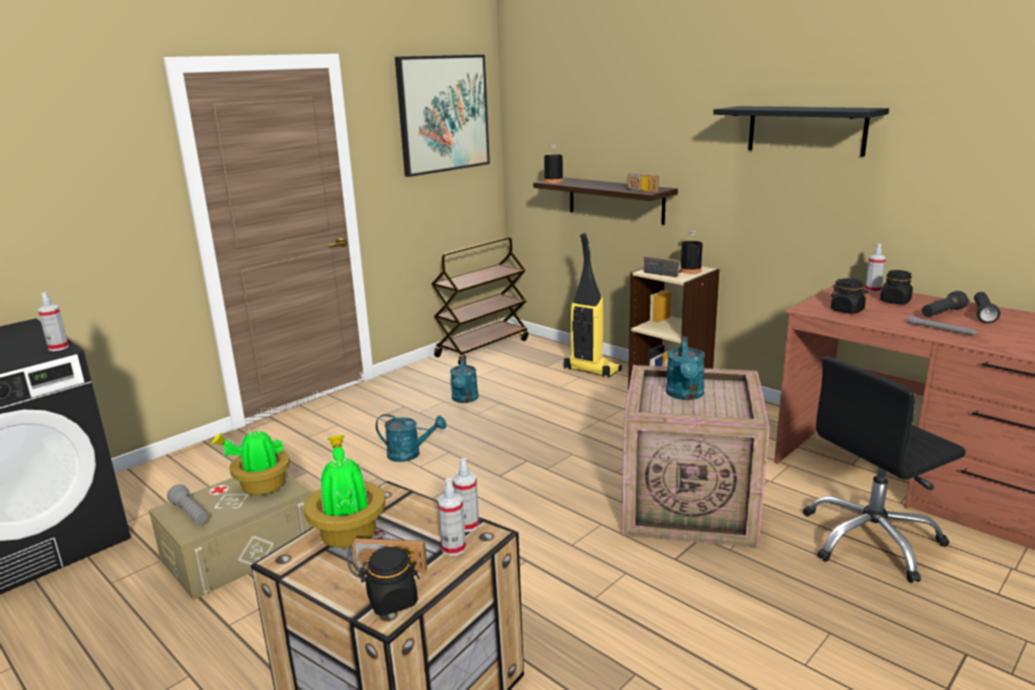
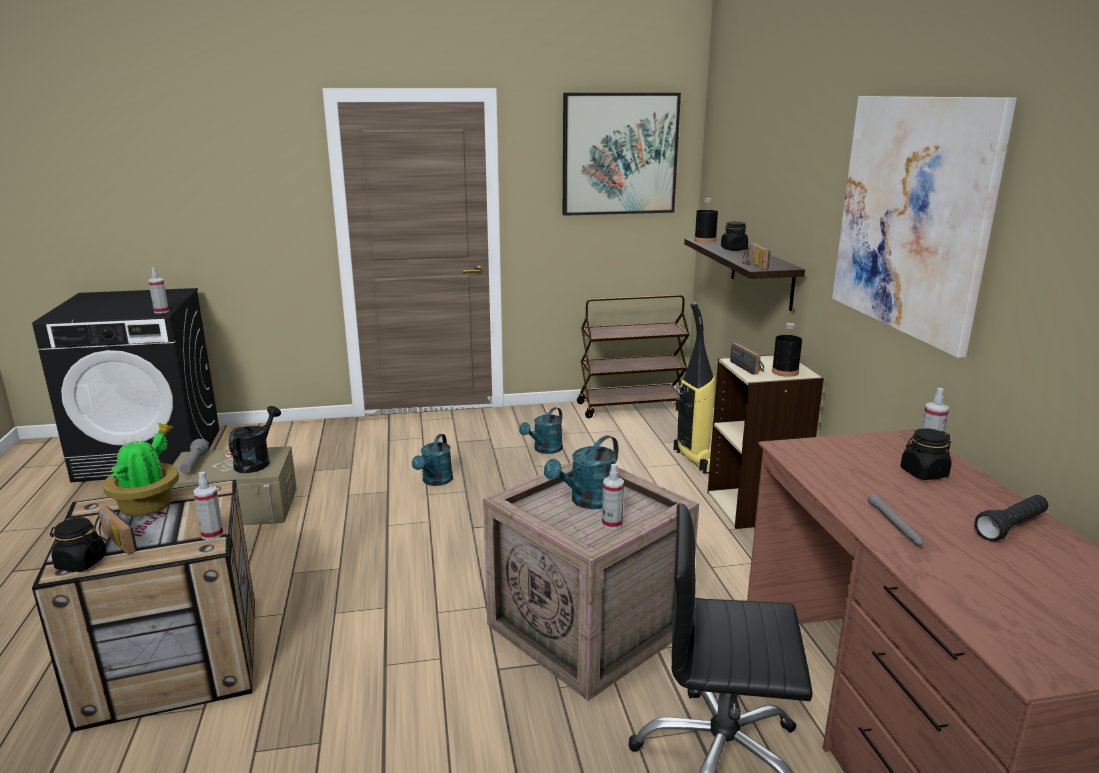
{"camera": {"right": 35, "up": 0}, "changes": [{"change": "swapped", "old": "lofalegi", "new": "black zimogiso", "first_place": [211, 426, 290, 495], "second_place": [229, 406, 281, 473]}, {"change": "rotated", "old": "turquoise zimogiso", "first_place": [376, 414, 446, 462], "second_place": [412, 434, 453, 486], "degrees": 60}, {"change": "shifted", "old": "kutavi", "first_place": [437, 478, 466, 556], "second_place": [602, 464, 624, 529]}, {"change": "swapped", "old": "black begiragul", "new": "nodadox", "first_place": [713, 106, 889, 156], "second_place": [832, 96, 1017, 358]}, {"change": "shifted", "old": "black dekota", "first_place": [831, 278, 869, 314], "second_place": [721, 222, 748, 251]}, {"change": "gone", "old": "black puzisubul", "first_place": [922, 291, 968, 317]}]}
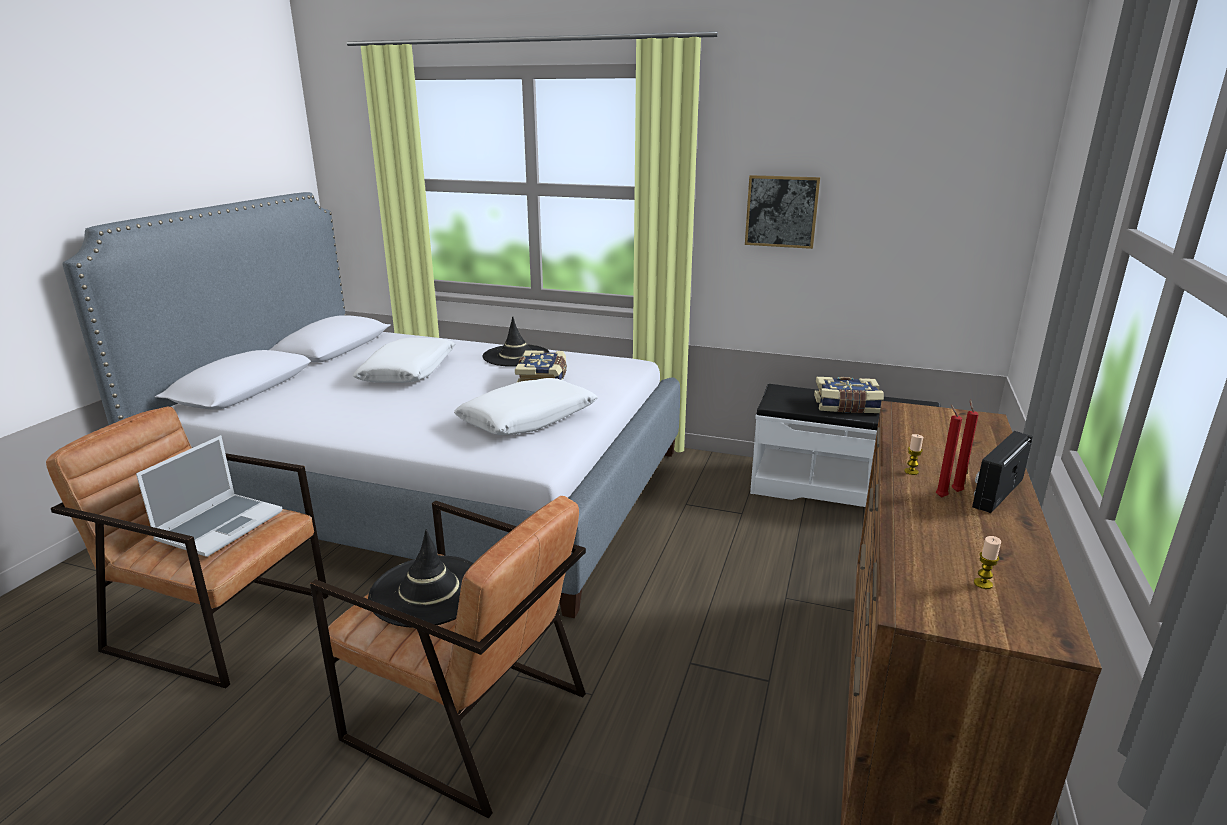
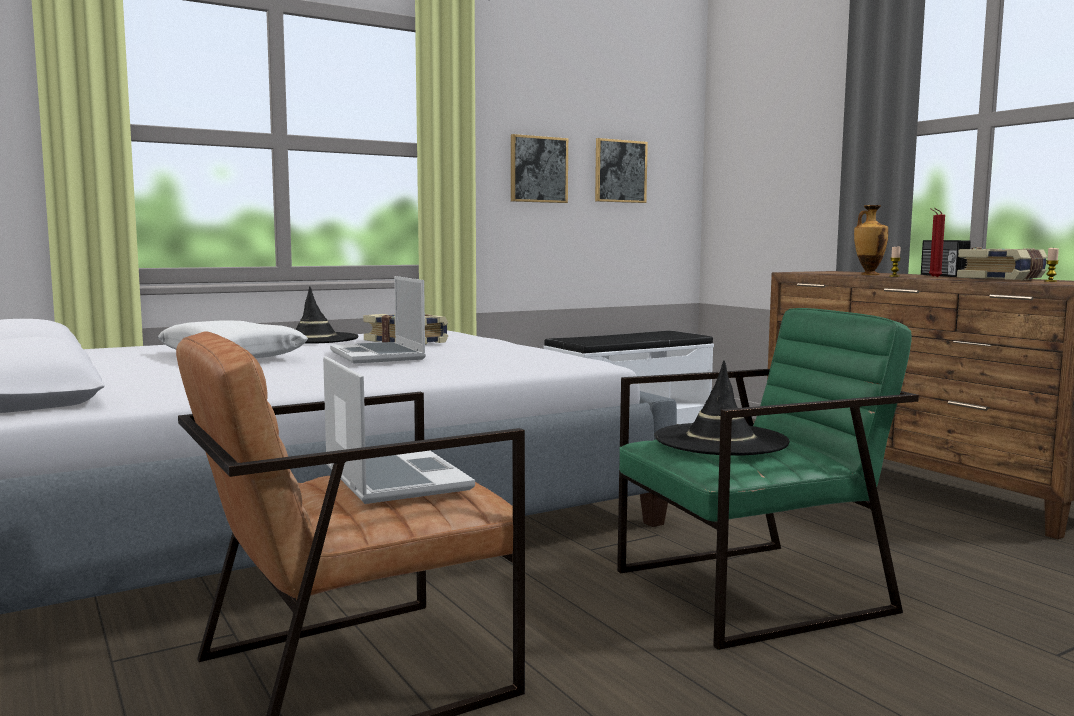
{"camera": {"right": -50, "up": -15}, "changes": [{"change": "repainted", "old": "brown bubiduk", "new": "green bubiduk", "first_place": [310, 496, 586, 818], "second_place": [617, 308, 919, 650]}, {"change": "gone", "old": "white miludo", "first_place": [454, 378, 598, 435]}, {"change": "shifted", "old": "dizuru", "first_place": [814, 377, 884, 413], "second_place": [957, 247, 1047, 280]}, {"change": "new", "new": "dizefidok", "second_place": [330, 276, 426, 364]}, {"change": "new", "new": "nodadox", "second_place": [595, 138, 648, 203]}, {"change": "new", "new": "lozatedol", "second_place": [854, 205, 888, 275]}]}
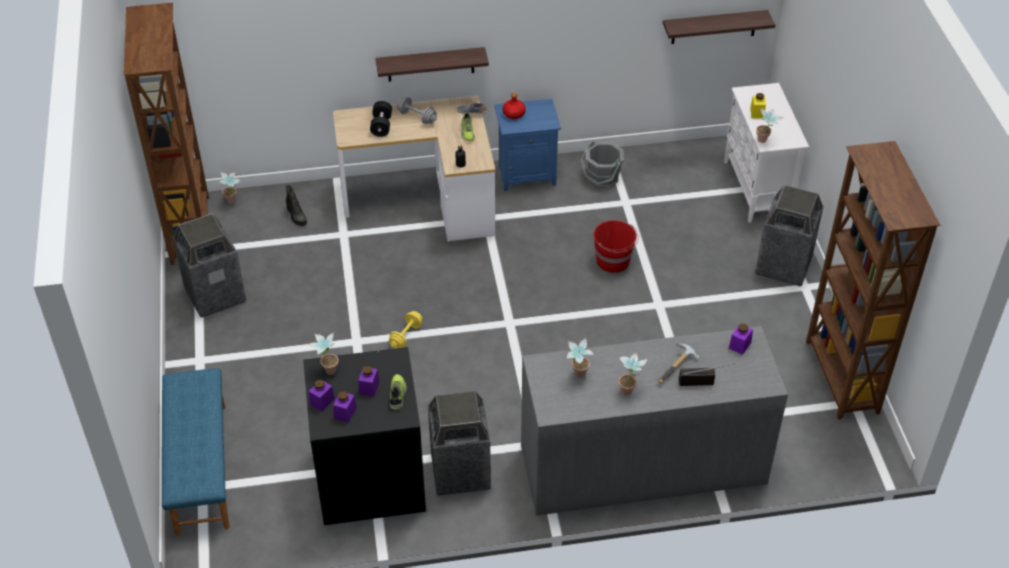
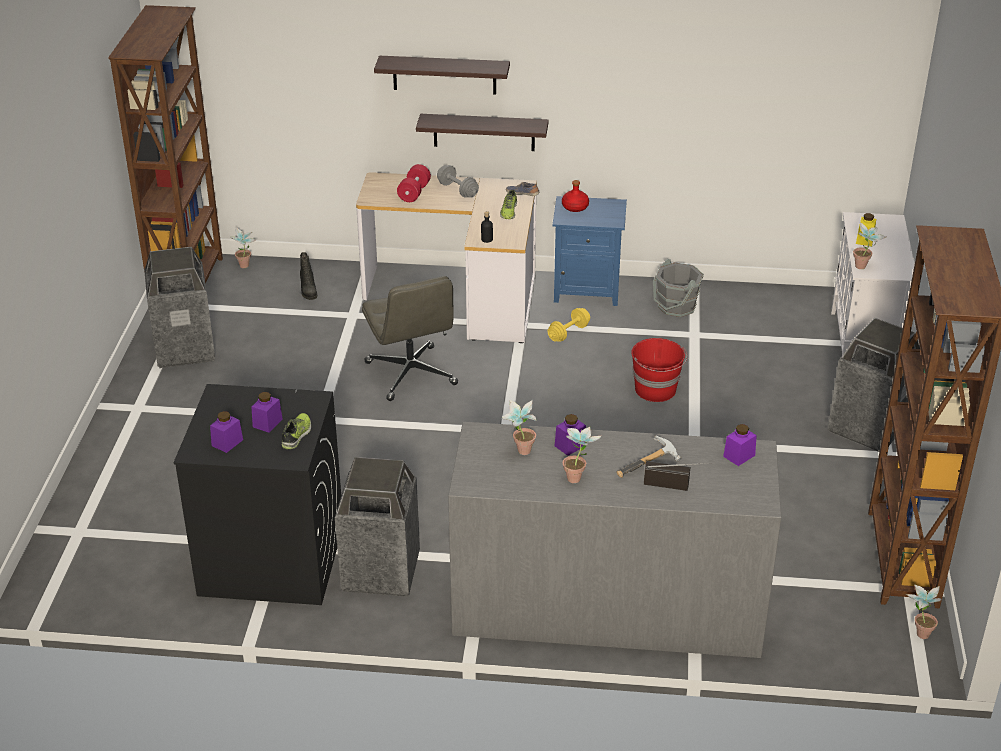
{"camera": {"right": 15, "up": -10}, "changes": [{"change": "gone", "old": "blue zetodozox", "first_place": [162, 368, 230, 536]}, {"change": "shifted", "old": "lofalegi", "first_place": [308, 332, 339, 375], "second_place": [906, 584, 942, 639]}, {"change": "shifted", "old": "purple dekota", "first_place": [309, 379, 335, 412], "second_place": [555, 414, 586, 456]}, {"change": "repainted", "old": "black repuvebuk", "new": "red repuvebuk", "first_place": [370, 101, 392, 137], "second_place": [397, 164, 431, 202]}, {"change": "shifted", "old": "yellow repuvebuk", "first_place": [389, 311, 423, 348], "second_place": [547, 308, 590, 342]}, {"change": "shifted", "old": "begiragul", "first_place": [663, 10, 775, 44], "second_place": [374, 56, 510, 95]}, {"change": "new", "new": "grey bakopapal", "second_place": [362, 276, 458, 401]}]}
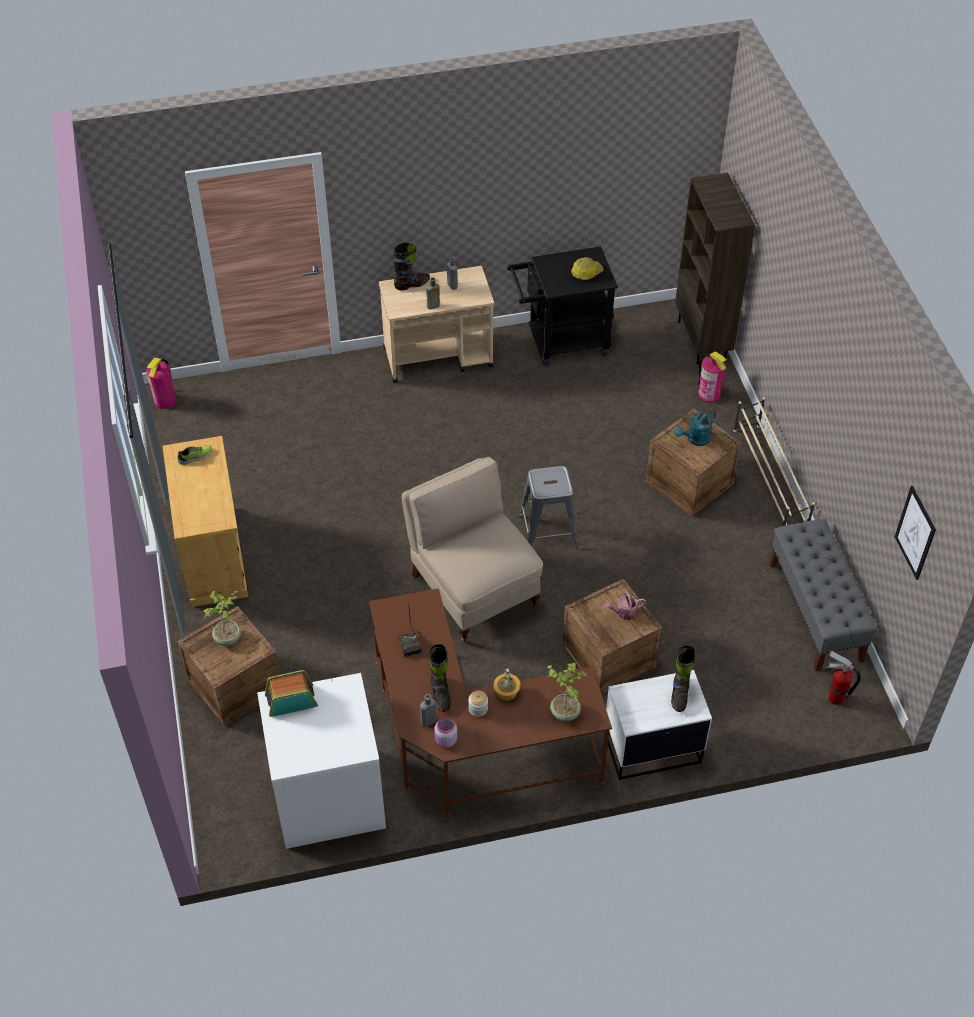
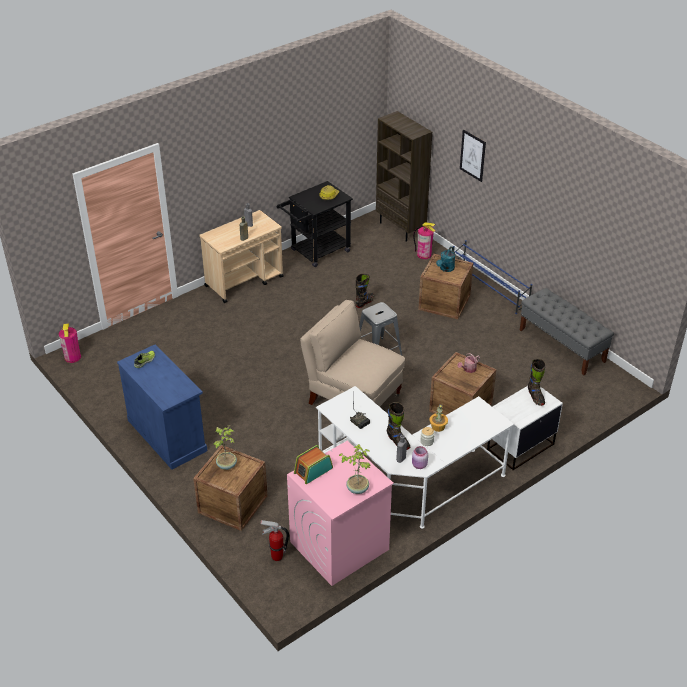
{"camera": {"right": -25, "up": -10}, "changes": [{"change": "repainted", "old": "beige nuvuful", "new": "blue nuvuful", "first_place": [163, 436, 248, 607], "second_place": [117, 344, 207, 470]}, {"change": "repainted", "old": "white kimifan", "new": "pink kimifan", "first_place": [257, 673, 386, 849], "second_place": [287, 441, 394, 586]}, {"change": "repainted", "old": "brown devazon", "new": "white devazon", "first_place": [369, 588, 612, 816], "second_place": [316, 386, 514, 529]}, {"change": "shifted", "old": "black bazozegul", "first_place": [393, 242, 430, 290], "second_place": [356, 274, 374, 308]}, {"change": "shifted", "old": "lofalegi", "first_place": [547, 662, 587, 722], "second_place": [339, 444, 371, 494]}, {"change": "repainted", "old": "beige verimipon", "new": "blue verimipon", "first_place": [734, 397, 815, 526], "second_place": [453, 240, 532, 314]}, {"change": "shifted", "old": "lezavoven", "first_place": [826, 650, 861, 705], "second_place": [260, 520, 289, 561]}, {"change": "shifted", "old": "nodadox", "first_place": [895, 486, 936, 580], "second_place": [460, 129, 486, 182]}]}
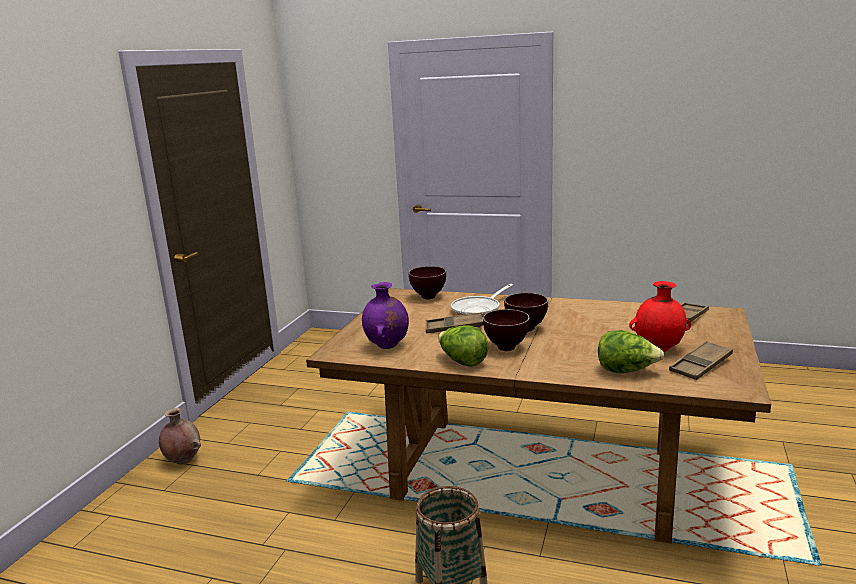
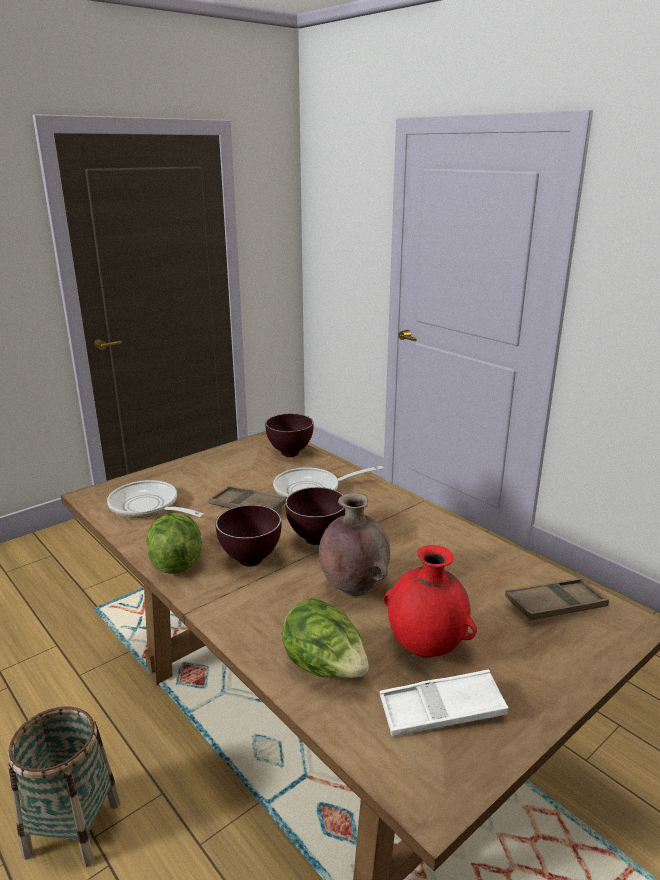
{"camera": {"right": 30, "up": 5}, "changes": [{"change": "shifted", "old": "brown lozatedol", "first_place": [159, 408, 201, 464], "second_place": [319, 493, 390, 596]}, {"change": "swapped", "old": "purple lozatedol", "new": "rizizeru", "first_place": [362, 282, 409, 349], "second_place": [107, 480, 205, 518]}, {"change": "repainted", "old": "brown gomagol", "new": "white gomagol", "first_place": [669, 341, 733, 380], "second_place": [380, 670, 509, 737]}]}
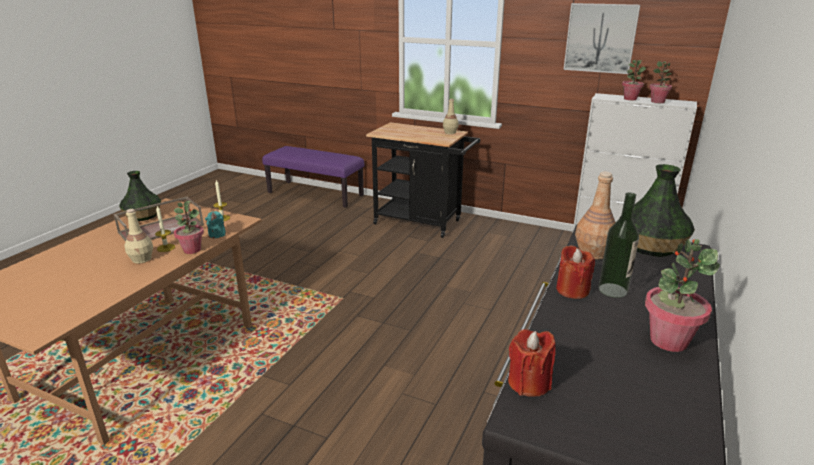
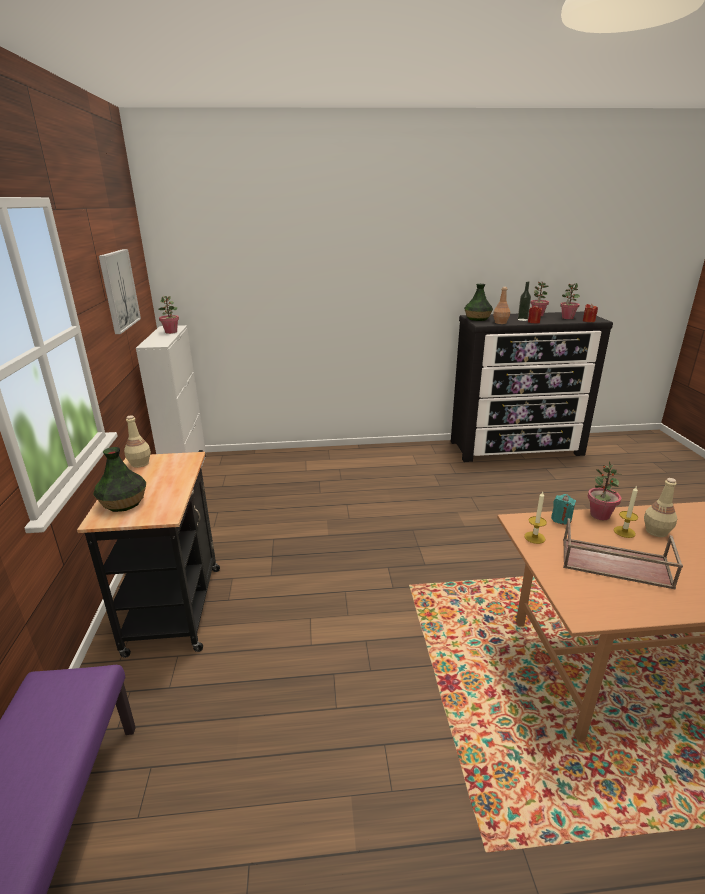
{"camera": {"right": -120, "up": 0}, "changes": [{"change": "shifted", "old": "lozatedol", "first_place": [119, 171, 161, 221], "second_place": [93, 447, 146, 512]}, {"change": "shifted", "old": "lofalegi", "first_place": [622, 60, 646, 100], "second_place": [560, 283, 580, 319]}]}
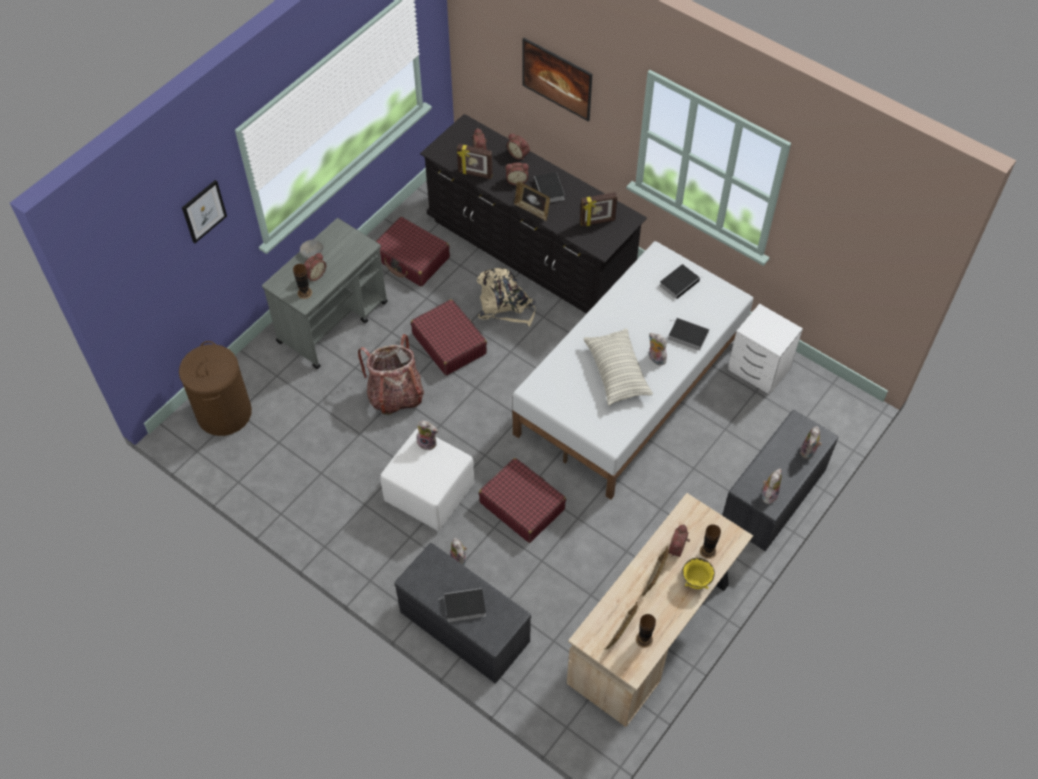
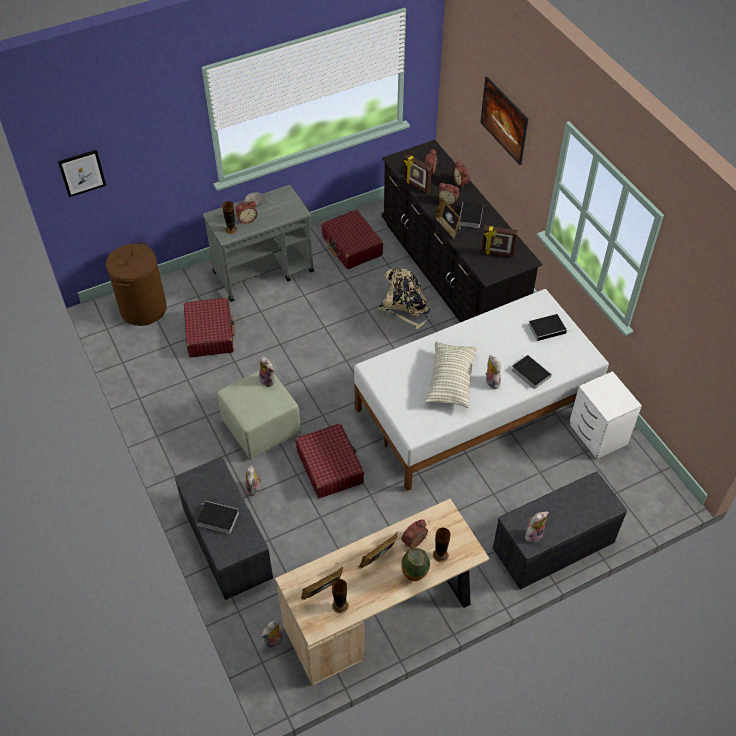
{"camera": {"right": 25, "up": -5}, "changes": [{"change": "shifted", "old": "nodadox", "first_place": [182, 180, 227, 243], "second_place": [58, 150, 106, 197]}, {"change": "gone", "old": "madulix", "first_place": [358, 334, 424, 416]}, {"change": "repainted", "old": "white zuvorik", "new": "green zuvorik", "first_place": [380, 428, 475, 531], "second_place": [217, 371, 301, 459]}, {"change": "shifted", "old": "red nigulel", "first_place": [411, 299, 487, 375], "second_place": [184, 297, 235, 357]}, {"change": "swapped", "old": "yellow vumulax", "new": "lozatedol", "first_place": [681, 558, 715, 589], "second_place": [401, 548, 430, 581]}, {"change": "shifted", "old": "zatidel", "first_place": [800, 426, 822, 459], "second_place": [261, 620, 283, 648]}]}
